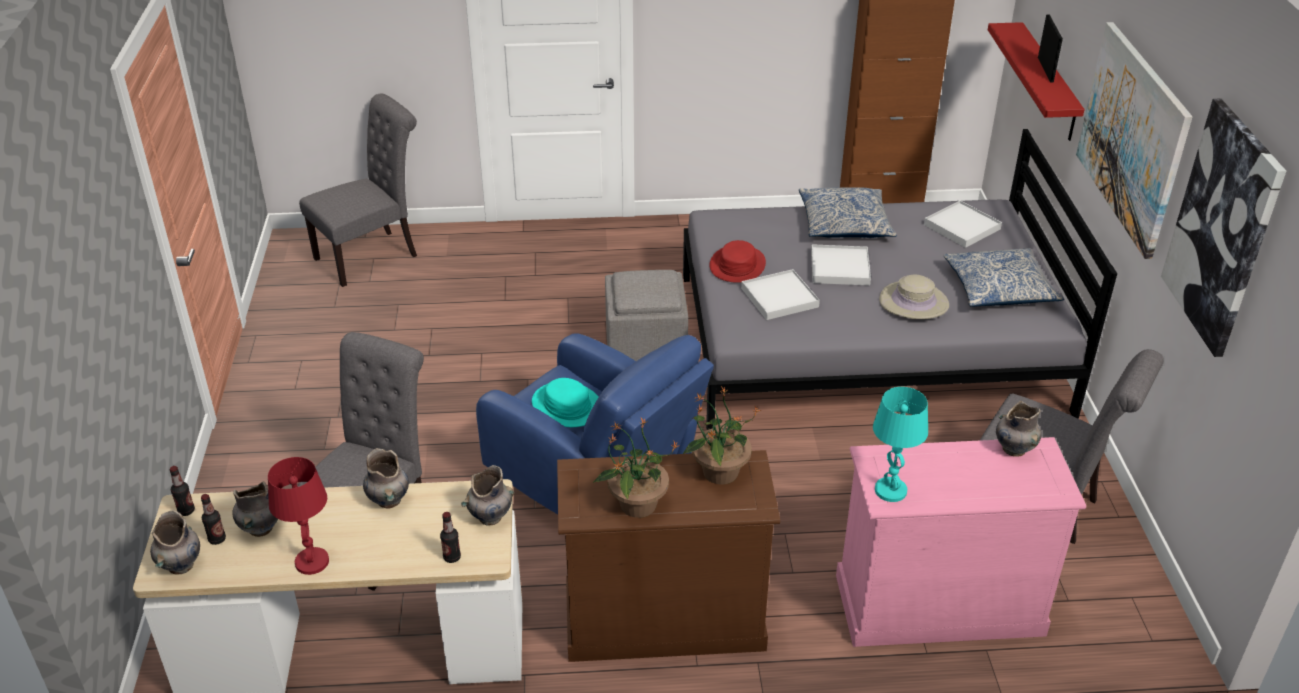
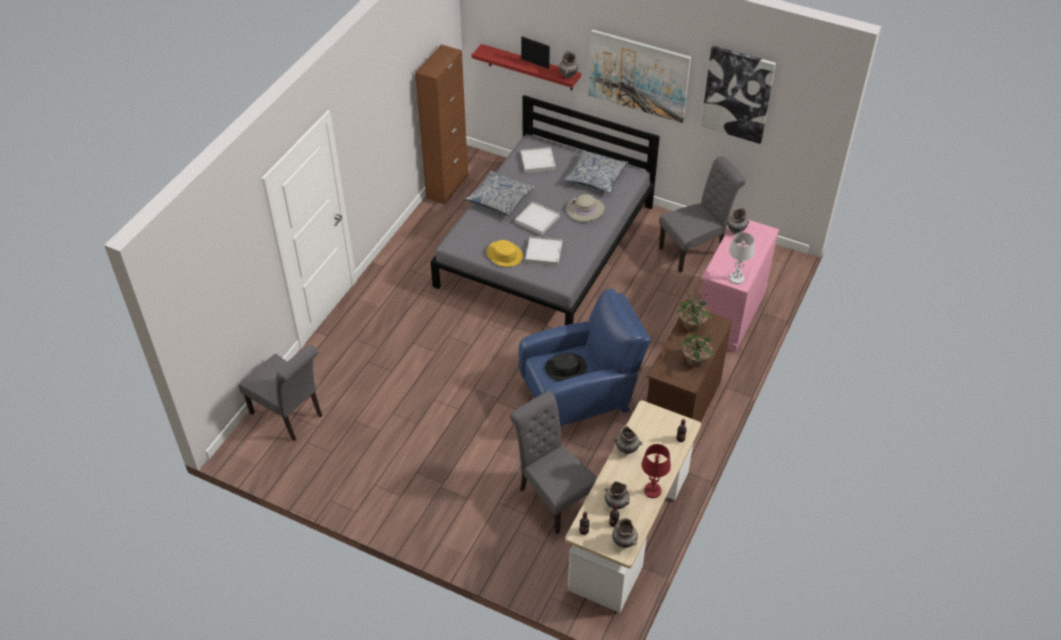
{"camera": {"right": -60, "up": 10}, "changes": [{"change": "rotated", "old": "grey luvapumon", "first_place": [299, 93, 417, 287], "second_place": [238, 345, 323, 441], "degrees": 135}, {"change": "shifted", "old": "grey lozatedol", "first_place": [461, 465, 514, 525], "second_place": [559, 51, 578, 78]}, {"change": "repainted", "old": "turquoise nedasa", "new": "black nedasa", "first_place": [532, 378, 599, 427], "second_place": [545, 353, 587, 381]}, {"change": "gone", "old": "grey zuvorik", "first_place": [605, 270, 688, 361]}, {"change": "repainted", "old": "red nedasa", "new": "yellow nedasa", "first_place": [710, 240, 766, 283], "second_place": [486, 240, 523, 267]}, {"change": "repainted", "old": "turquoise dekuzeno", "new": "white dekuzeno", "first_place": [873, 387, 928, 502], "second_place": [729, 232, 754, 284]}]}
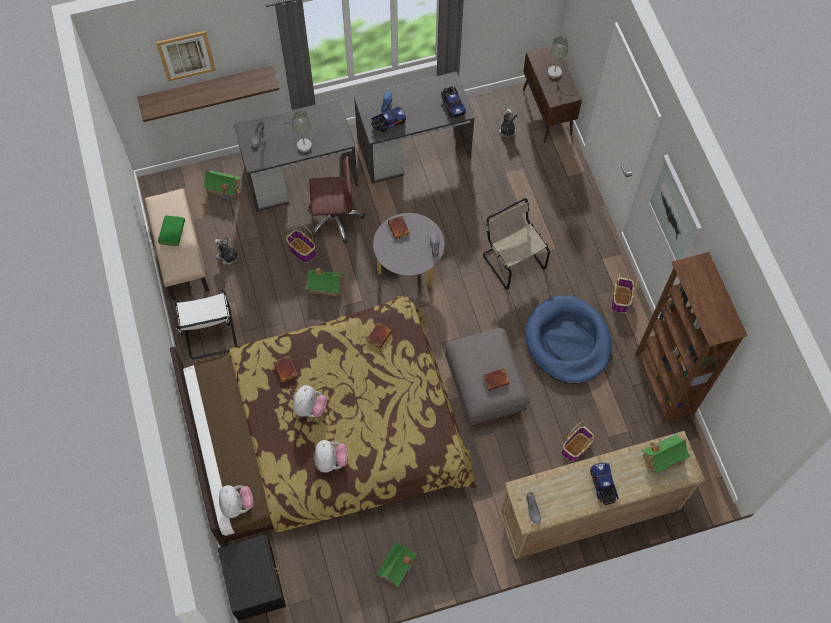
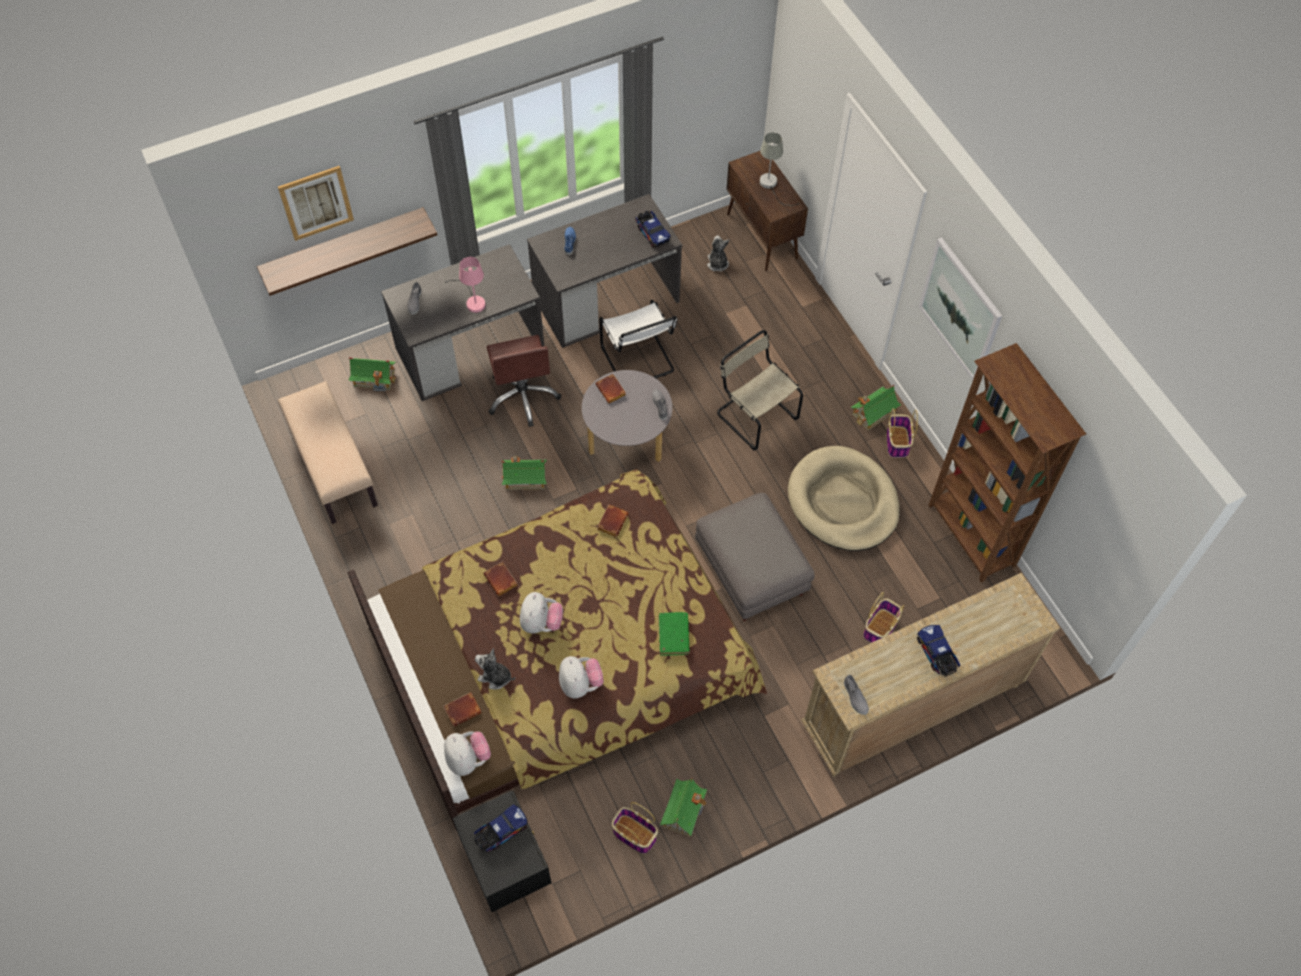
{"camera": {"right": -10, "up": -5}, "changes": [{"change": "shifted", "old": "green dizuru", "first_place": [158, 215, 185, 246], "second_place": [659, 612, 690, 656]}, {"change": "shifted", "old": "white luvapumon", "first_place": [175, 290, 237, 359], "second_place": [599, 300, 678, 378]}, {"change": "shifted", "old": "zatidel", "first_place": [214, 236, 239, 265], "second_place": [475, 648, 515, 689]}, {"change": "repainted", "old": "grey dekuzeno", "new": "pink dekuzeno", "first_place": [284, 111, 312, 153], "second_place": [445, 257, 486, 313]}, {"change": "shifted", "old": "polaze", "first_place": [286, 224, 316, 263], "second_place": [612, 802, 658, 854]}, {"change": "rotated", "old": "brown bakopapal", "first_place": [308, 156, 365, 244], "second_place": [487, 335, 561, 427], "degrees": 90}, {"change": "shifted", "old": "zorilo", "first_place": [371, 106, 406, 132], "second_place": [474, 804, 528, 852]}, {"change": "shifted", "old": "brown dizuru", "first_place": [483, 368, 510, 391], "second_place": [444, 692, 482, 727]}, {"change": "repainted", "old": "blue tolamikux", "new": "beige tolamikux", "first_place": [525, 296, 611, 384], "second_place": [788, 446, 900, 551]}, {"change": "shifted", "old": "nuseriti", "first_place": [642, 433, 690, 475], "second_place": [850, 385, 901, 431]}]}
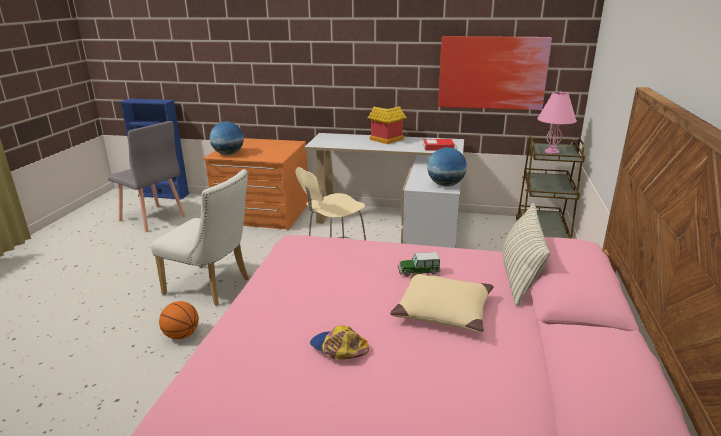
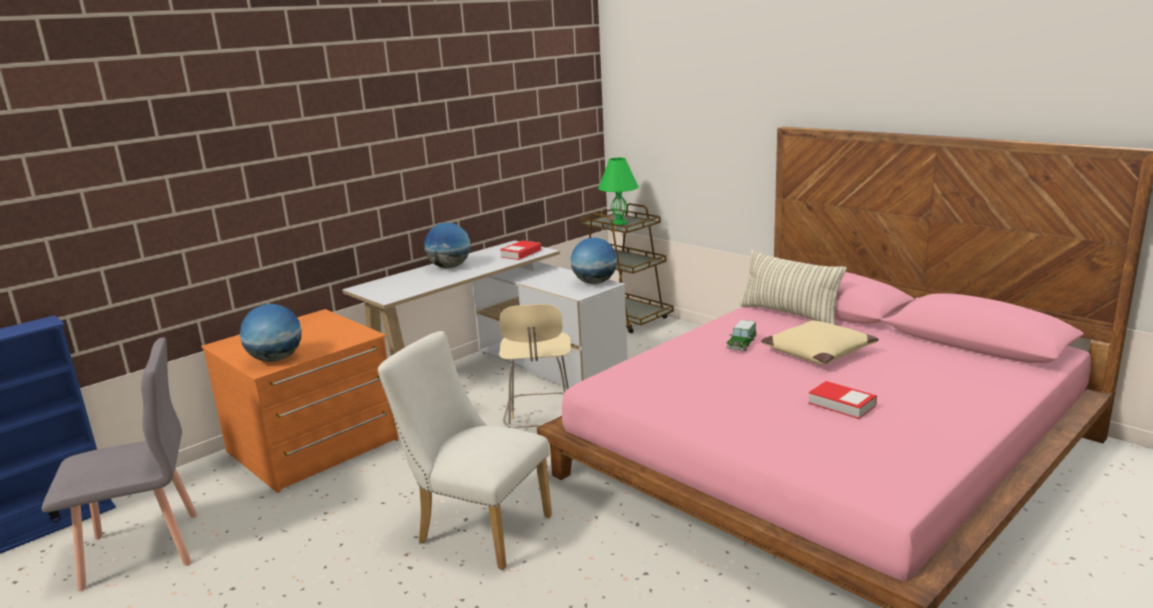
{"camera": {"right": -55, "up": -5}, "changes": [{"change": "rotated", "old": "white luvapumon", "first_place": [151, 169, 249, 306], "second_place": [377, 331, 552, 570], "degrees": -120}, {"change": "gone", "old": "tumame", "first_place": [159, 301, 199, 339]}, {"change": "swapped", "old": "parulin", "new": "dizuru", "first_place": [310, 326, 369, 360], "second_place": [808, 381, 877, 419]}, {"change": "swapped", "old": "nuseriti", "new": "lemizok", "first_place": [367, 106, 407, 144], "second_place": [424, 223, 471, 268]}, {"change": "gone", "old": "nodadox", "first_place": [438, 36, 552, 110]}, {"change": "repainted", "old": "pink dekuzeno", "new": "green dekuzeno", "first_place": [537, 92, 577, 154], "second_place": [598, 157, 639, 225]}]}
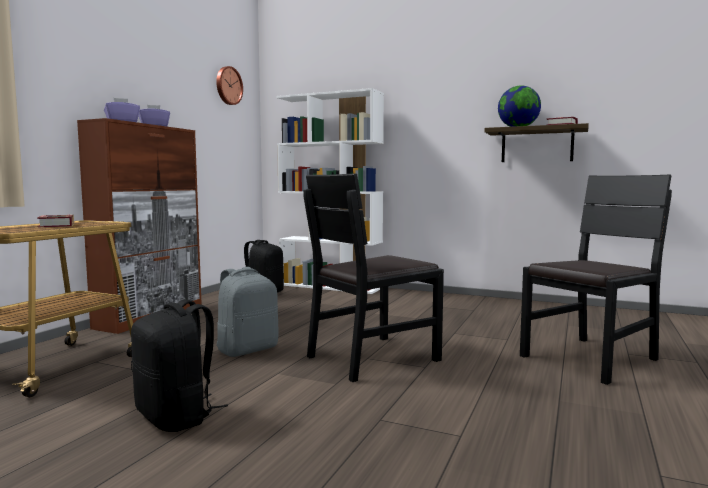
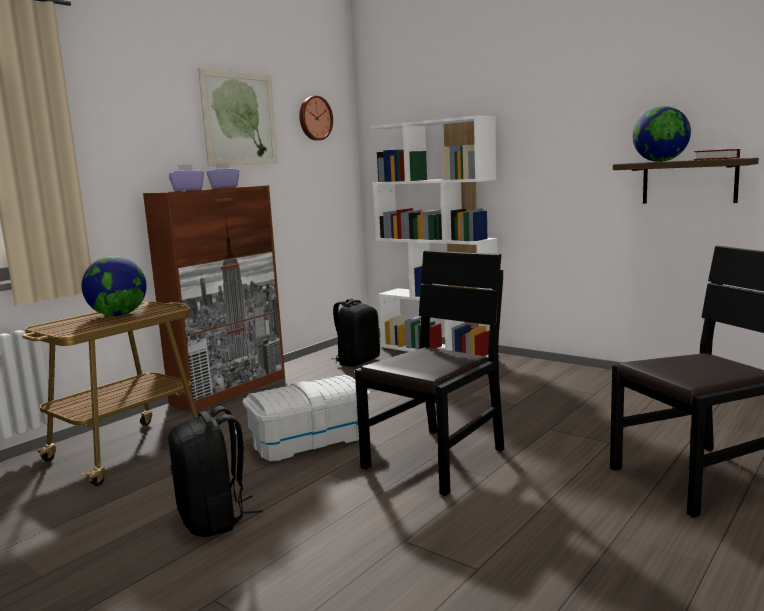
{"camera": {"right": 15, "up": 5}, "changes": [{"change": "swapped", "old": "dizuru", "new": "lemizok", "first_place": [37, 214, 74, 227], "second_place": [82, 256, 147, 316]}, {"change": "swapped", "old": "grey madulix", "new": "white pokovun", "first_place": [216, 267, 279, 357], "second_place": [243, 375, 370, 462]}, {"change": "rotated", "old": "black luvapumon", "first_place": [303, 173, 444, 382], "second_place": [355, 250, 504, 496], "degrees": 150}, {"change": "new", "new": "nodadox", "second_place": [198, 68, 278, 166]}]}
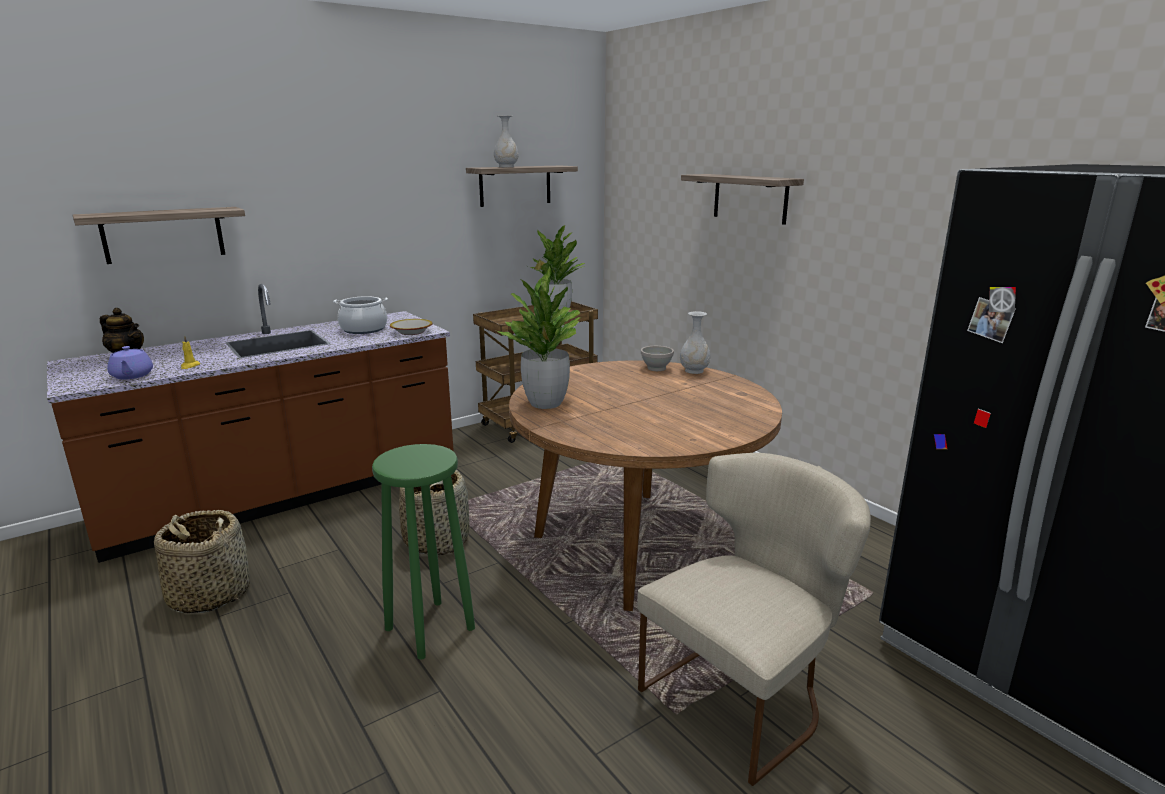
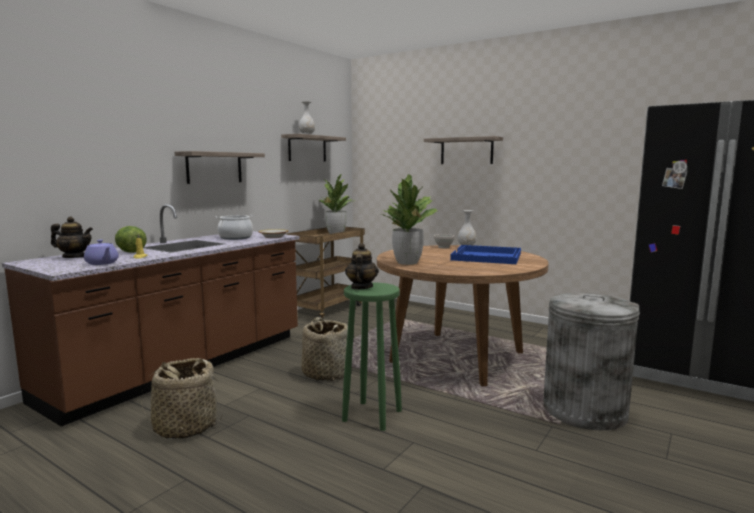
{"camera": {"right": -20, "up": -10}, "changes": [{"change": "shifted", "old": "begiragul", "first_place": [72, 207, 245, 264], "second_place": [175, 151, 265, 184]}, {"change": "swapped", "old": "beige luvapumon", "new": "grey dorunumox", "first_place": [638, 453, 871, 786], "second_place": [543, 293, 640, 430]}, {"change": "new", "new": "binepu", "second_place": [115, 226, 147, 253]}, {"change": "new", "new": "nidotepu", "second_place": [345, 243, 379, 289]}, {"change": "new", "new": "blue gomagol", "second_place": [450, 245, 521, 264]}]}
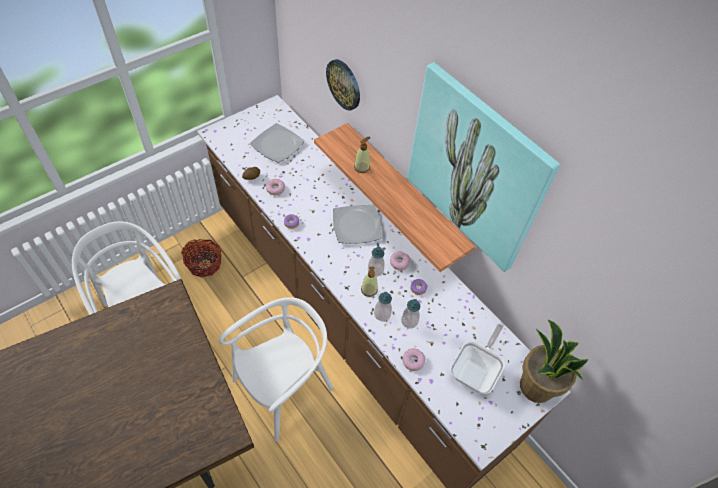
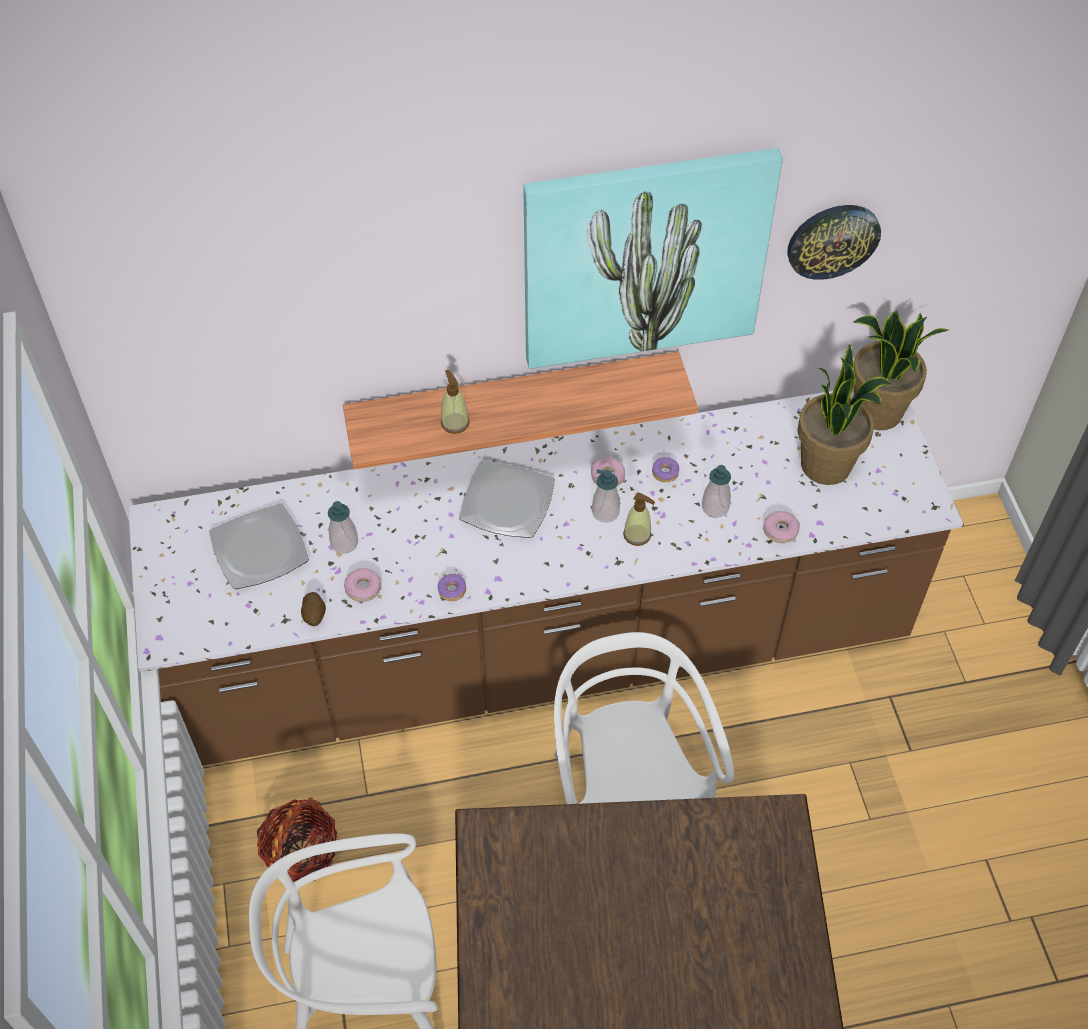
{"camera": {"right": -60, "up": 0}, "changes": [{"change": "shifted", "old": "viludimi", "first_place": [326, 59, 360, 111], "second_place": [787, 205, 881, 280]}, {"change": "shifted", "old": "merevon", "first_place": [374, 292, 392, 321], "second_place": [328, 501, 358, 554]}, {"change": "swapped", "old": "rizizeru", "new": "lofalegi", "first_place": [450, 324, 505, 394], "second_place": [797, 344, 892, 485]}]}
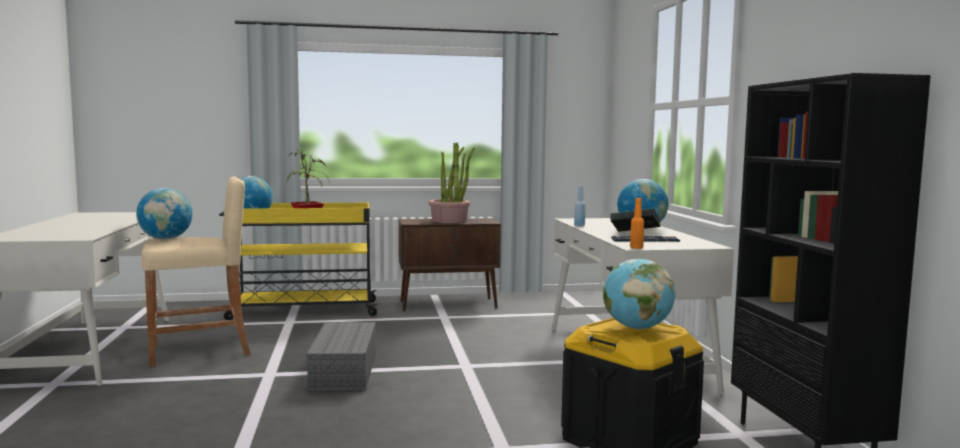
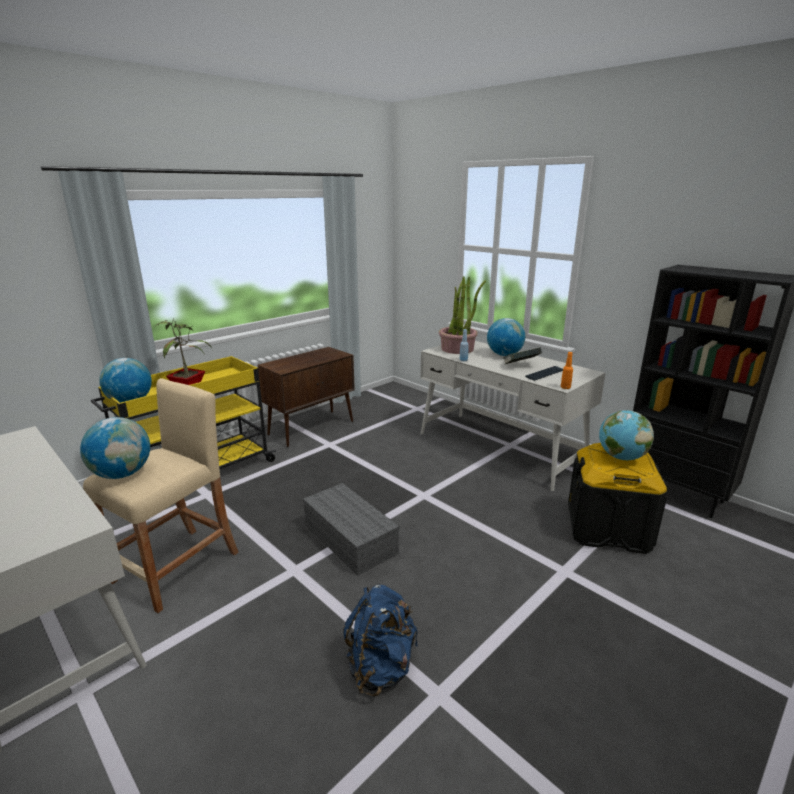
{"camera": {"right": -35, "up": 15}, "changes": [{"change": "shifted", "old": "lofalegi", "first_place": [429, 142, 475, 223], "second_place": [439, 276, 486, 354]}, {"change": "new", "new": "blue madulix", "second_place": [343, 585, 418, 697]}]}
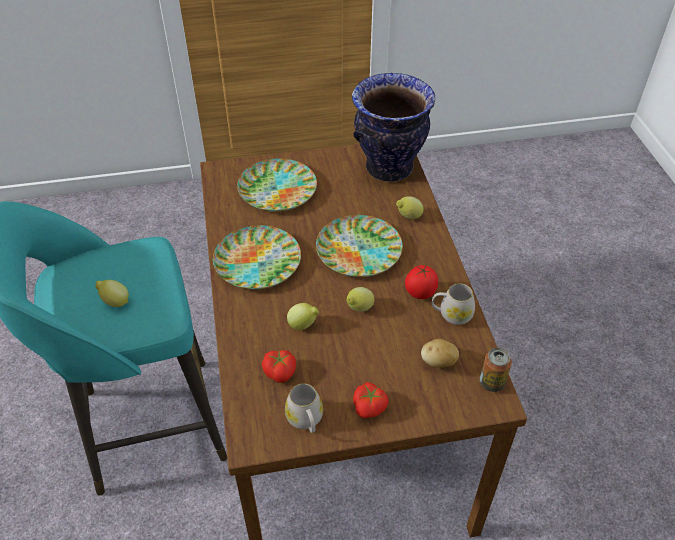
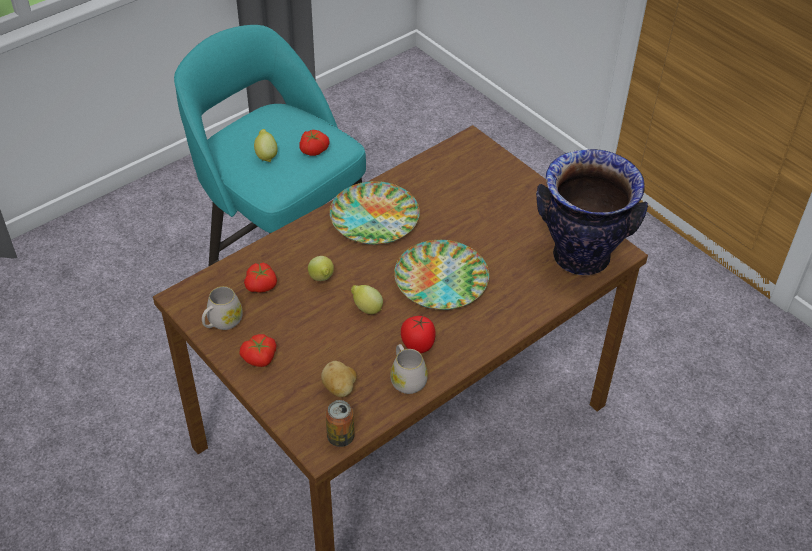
{"camera": {"right": 60, "up": 0}, "changes": [{"change": "gone", "old": "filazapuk", "first_place": [237, 158, 317, 211]}, {"change": "gone", "old": "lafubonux", "first_place": [396, 196, 423, 219]}, {"change": "new", "new": "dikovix", "second_place": [299, 130, 330, 156]}]}
